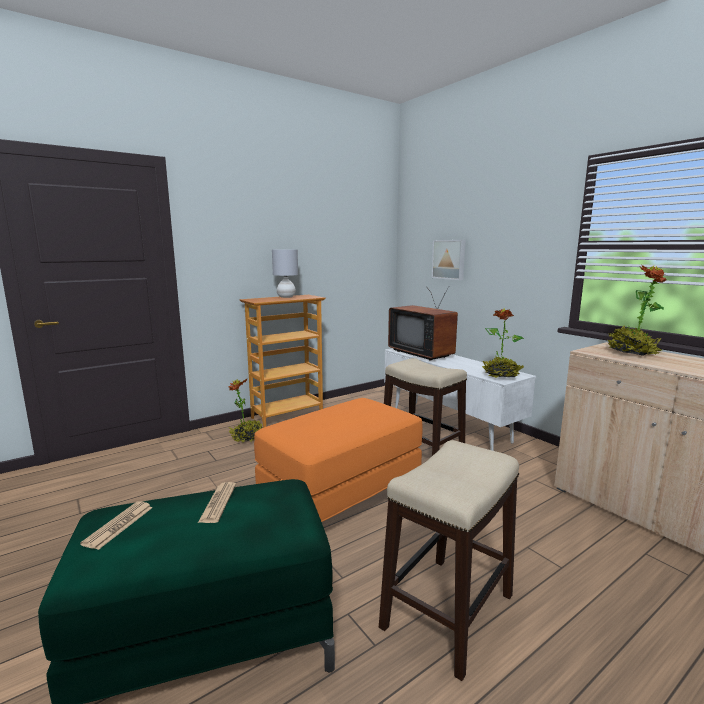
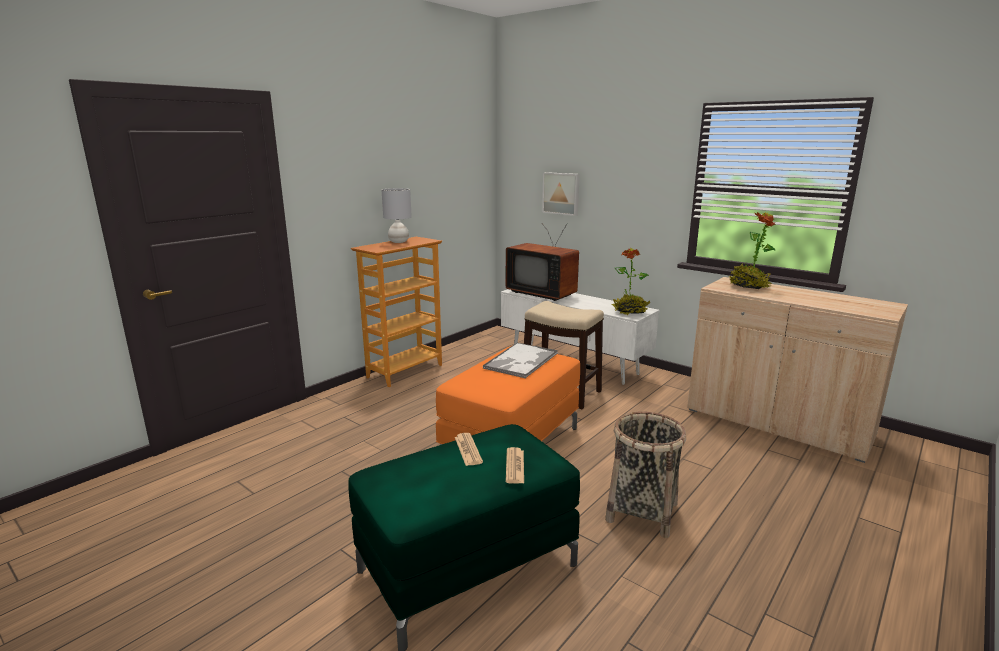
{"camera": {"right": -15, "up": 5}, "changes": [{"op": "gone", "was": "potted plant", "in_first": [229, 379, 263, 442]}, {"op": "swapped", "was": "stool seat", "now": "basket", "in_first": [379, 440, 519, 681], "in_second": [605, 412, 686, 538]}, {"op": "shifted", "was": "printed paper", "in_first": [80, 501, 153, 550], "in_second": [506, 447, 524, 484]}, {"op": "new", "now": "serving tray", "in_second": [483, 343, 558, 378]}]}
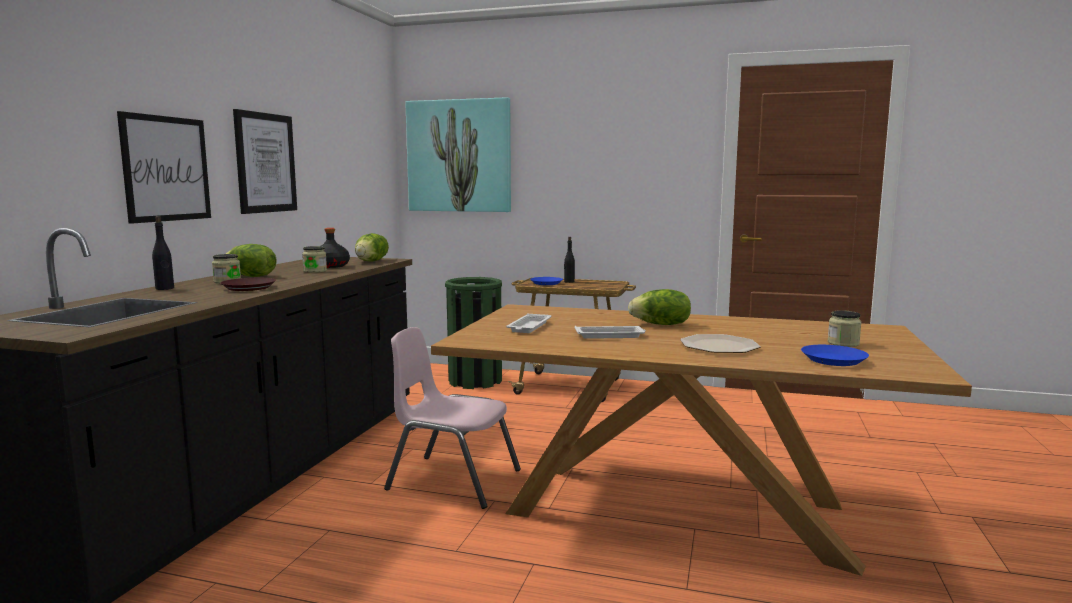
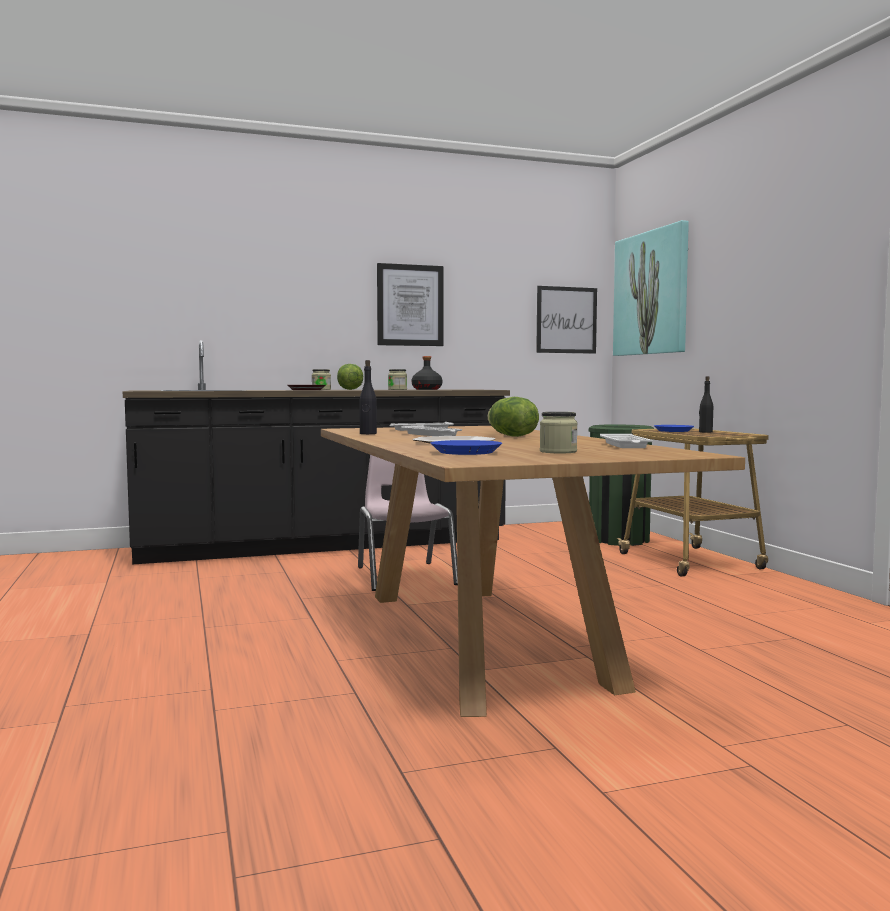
{"camera": {"right": 55, "up": -5}, "changes": [{"op": "shifted", "was": "wall art", "in_first": [117, 111, 211, 224], "in_second": [536, 286, 597, 354]}, {"op": "shifted", "was": "bottle (blackish)", "in_first": [152, 216, 174, 290], "in_second": [359, 360, 377, 434]}, {"op": "gone", "was": "lettuce", "in_first": [355, 233, 389, 261]}, {"op": "new", "now": "serving tray (white)", "in_second": [600, 434, 653, 448]}]}
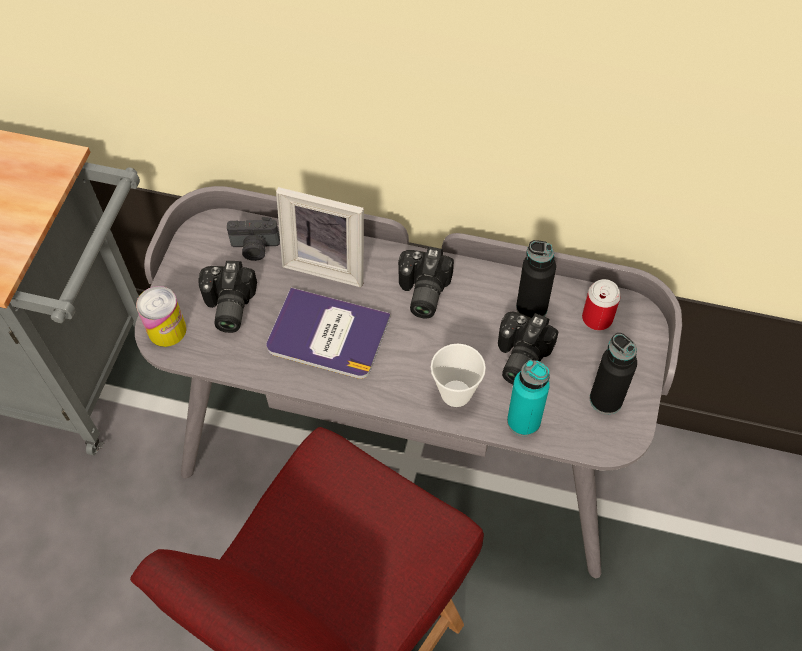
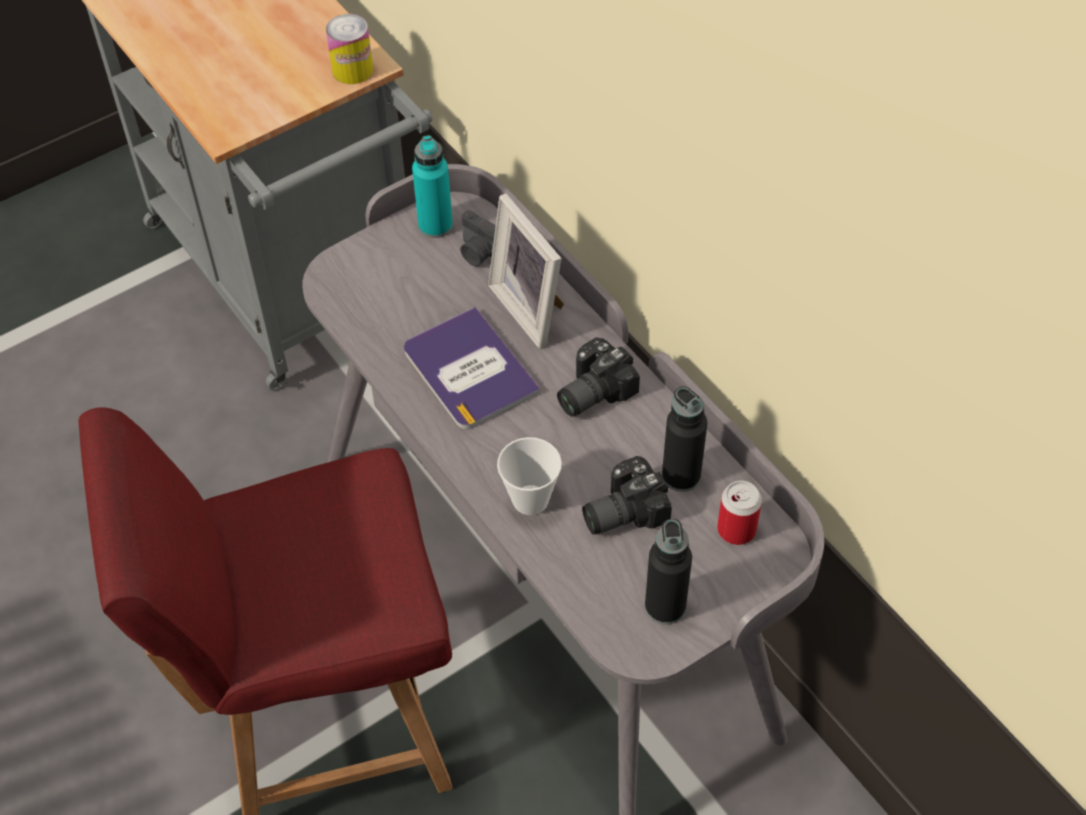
{"camera": {"right": 40, "up": -5}, "changes": [{"op": "gone", "was": "still camera", "in_first": [198, 261, 257, 333]}, {"op": "shifted", "was": "metal can", "in_first": [136, 286, 186, 347], "in_second": [326, 14, 373, 84]}, {"op": "shifted", "was": "bottle (blue-green)", "in_first": [507, 360, 550, 436], "in_second": [412, 136, 453, 238]}]}
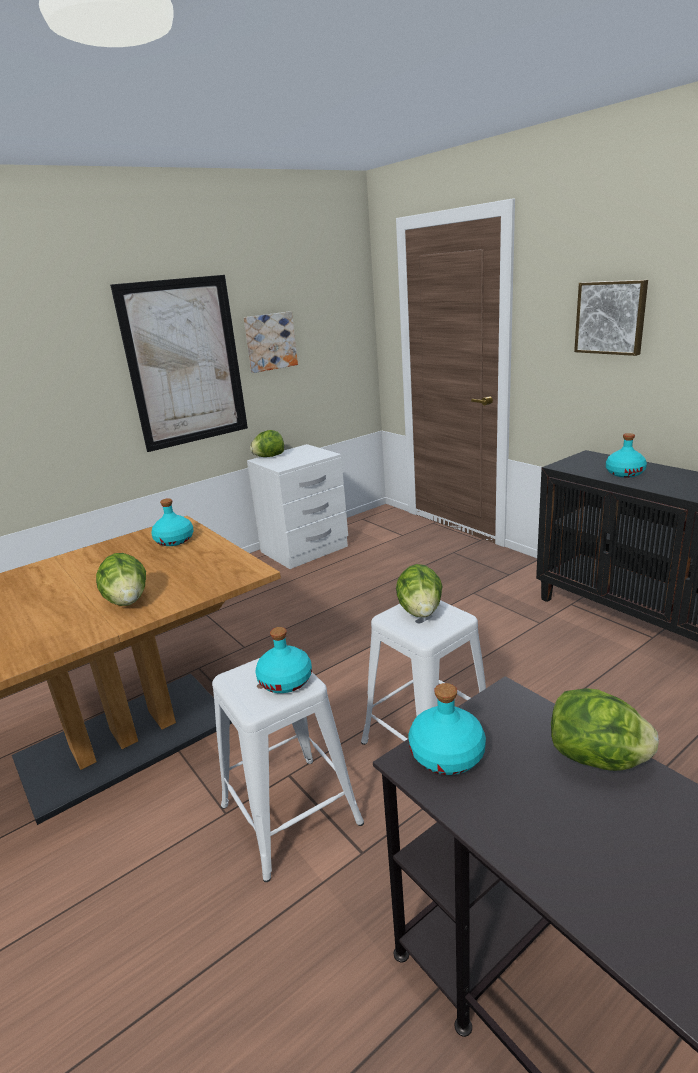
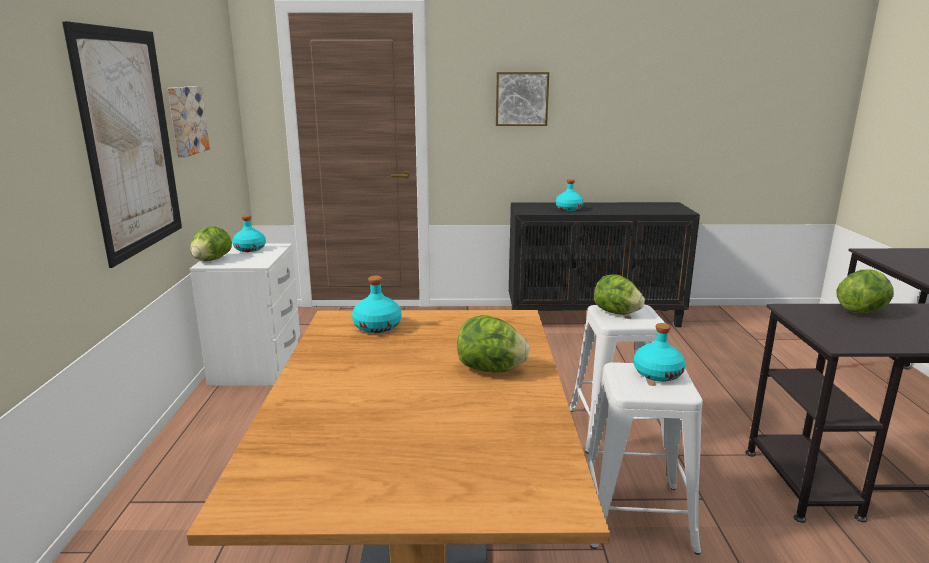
{"camera": {"right": -55, "up": -5}, "changes": [{"op": "shifted", "was": "bottle (blue-green)", "in_first": [409, 683, 486, 775], "in_second": [232, 215, 266, 252]}]}
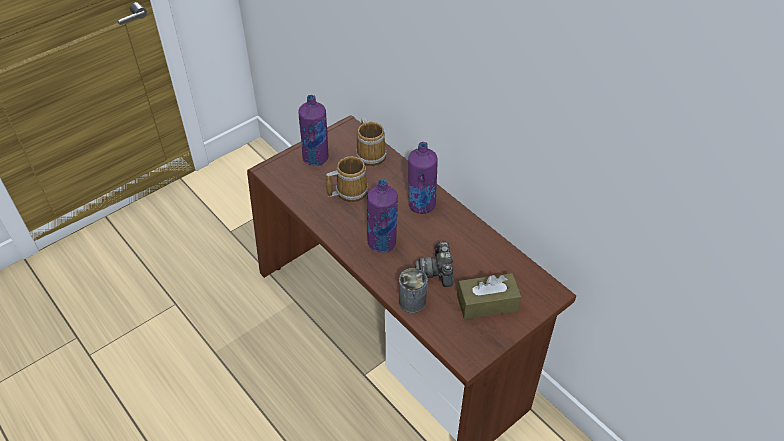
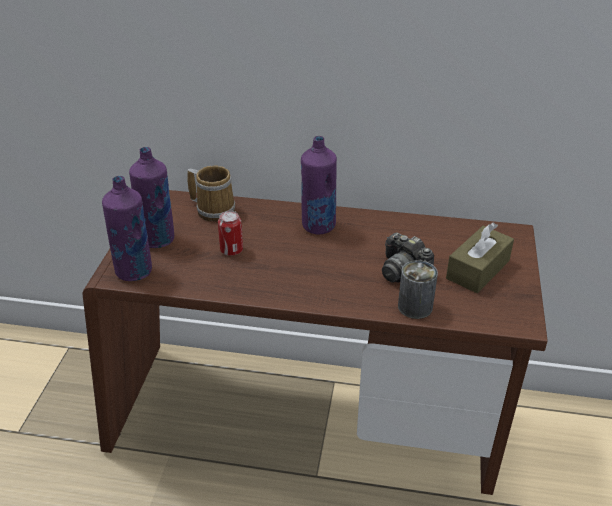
{"camera": {"right": -40, "up": -10}, "changes": [{"op": "swapped", "was": "mug", "now": "metal can", "in_first": [326, 156, 368, 202], "in_second": [218, 211, 243, 256]}, {"op": "shifted", "was": "bottle (purple)", "in_first": [367, 179, 398, 253], "in_second": [102, 176, 152, 281]}]}
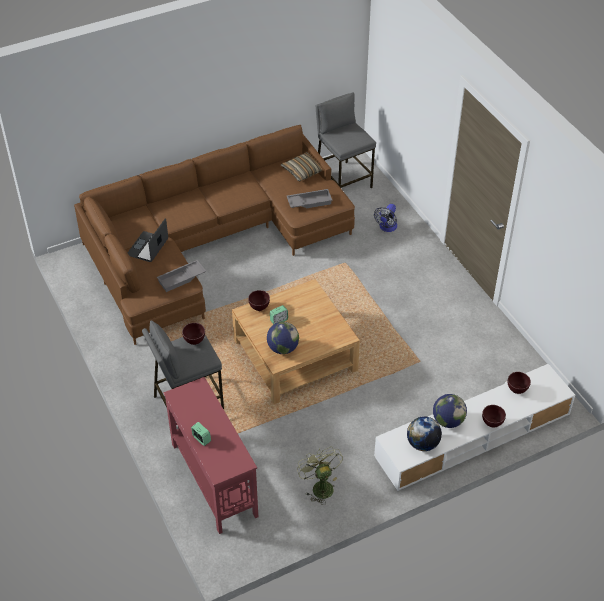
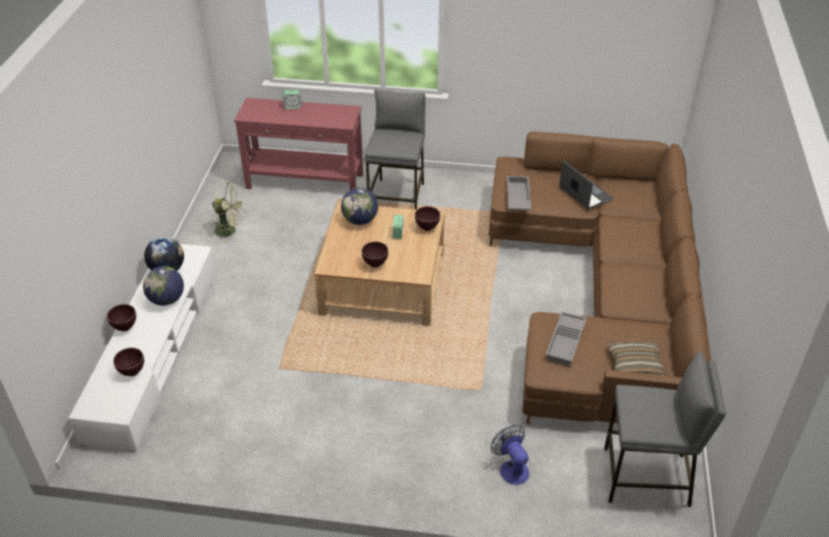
{"camera": {"right": 125, "up": -5}, "changes": [{"op": "shifted", "was": "serving bowl (brownish)", "in_first": [182, 323, 205, 345], "in_second": [362, 242, 388, 268]}]}
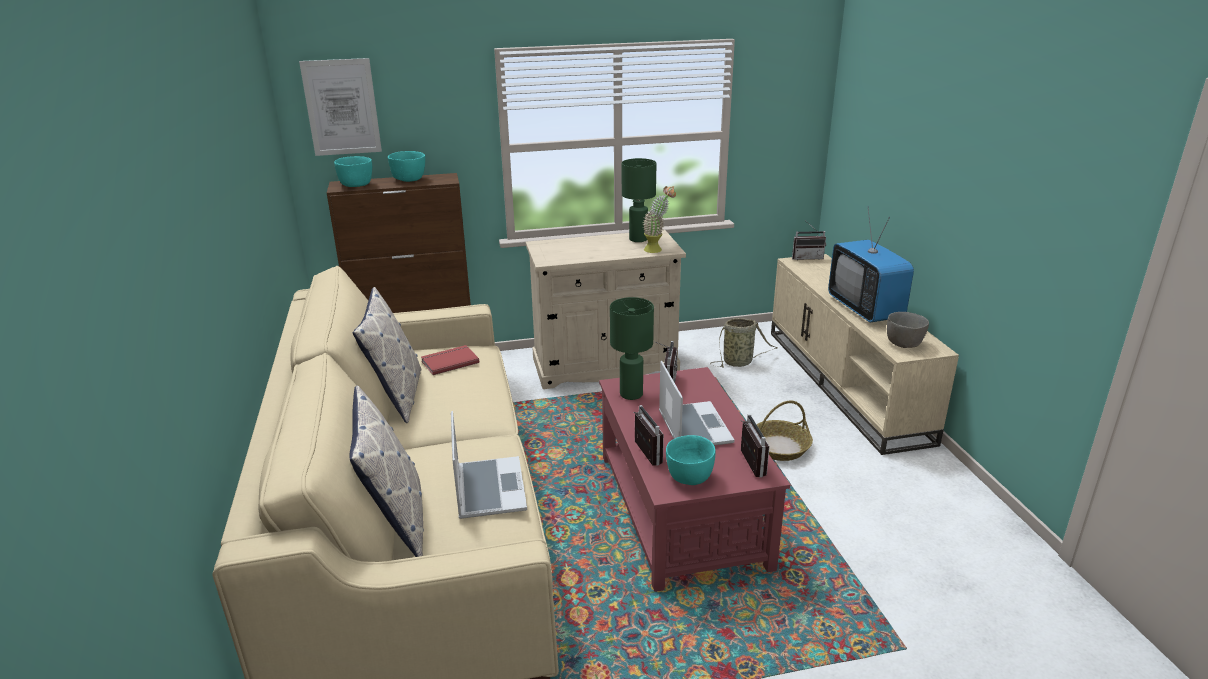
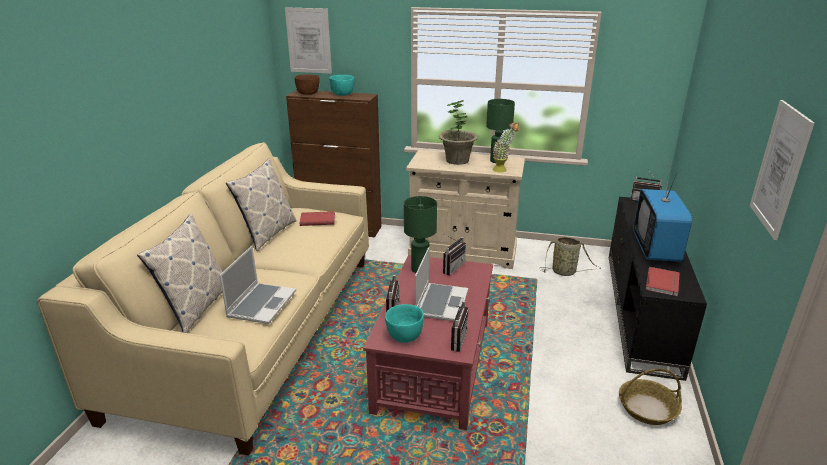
{"camera": {"right": 25, "up": 0}, "changes": [{"op": "repainted", "was": "serving bowl (blue-green)", "now": "serving bowl (brownish)", "in_first": [334, 156, 372, 187], "in_second": [294, 74, 319, 95]}, {"op": "repainted", "was": "tv stand (beige)", "now": "tv stand (blackish)", "in_first": [771, 254, 959, 455], "in_second": [609, 197, 707, 381]}, {"op": "swapped", "was": "serving bowl (grey)", "now": "volume (red-coloured)", "in_first": [887, 312, 929, 348], "in_second": [646, 267, 680, 296]}, {"op": "shifted", "was": "basket", "in_first": [757, 400, 813, 461], "in_second": [619, 369, 682, 425]}, {"op": "new", "now": "potted plant", "in_second": [439, 100, 478, 165]}, {"op": "new", "now": "wall art", "in_second": [750, 100, 814, 240]}]}
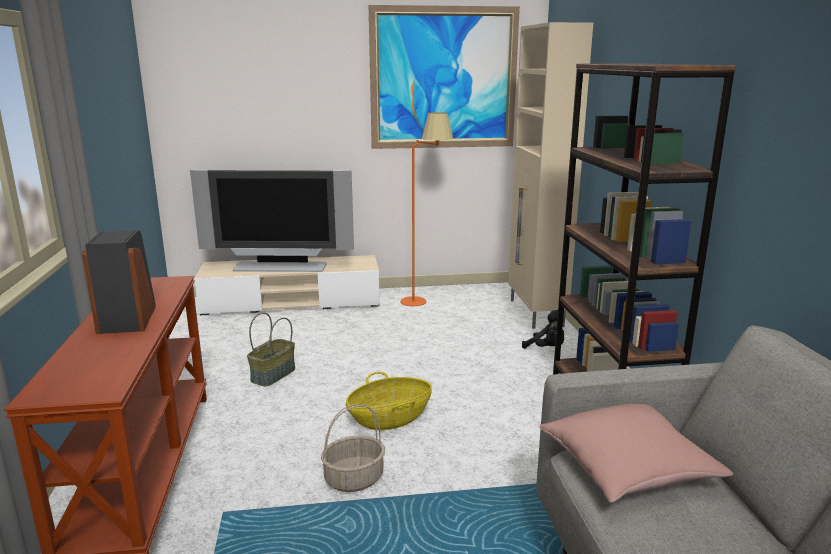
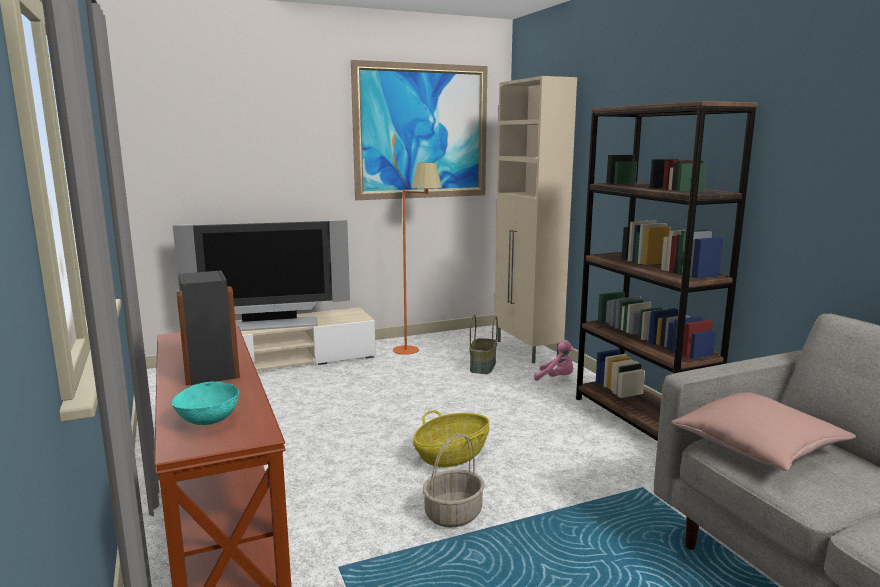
{"camera": {"right": -15, "up": -5}, "changes": [{"op": "repainted", "was": "cuddly toy (blackish)", "now": "cuddly toy (pink)", "in_first": [522, 310, 564, 349], "in_second": [534, 340, 574, 381]}, {"op": "shifted", "was": "basket", "in_first": [247, 312, 295, 386], "in_second": [470, 315, 498, 374]}, {"op": "new", "now": "serving bowl (blue-green)", "in_second": [171, 381, 239, 425]}]}
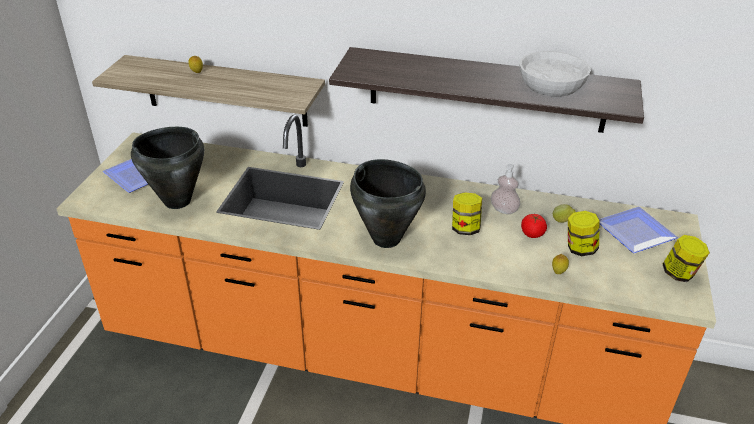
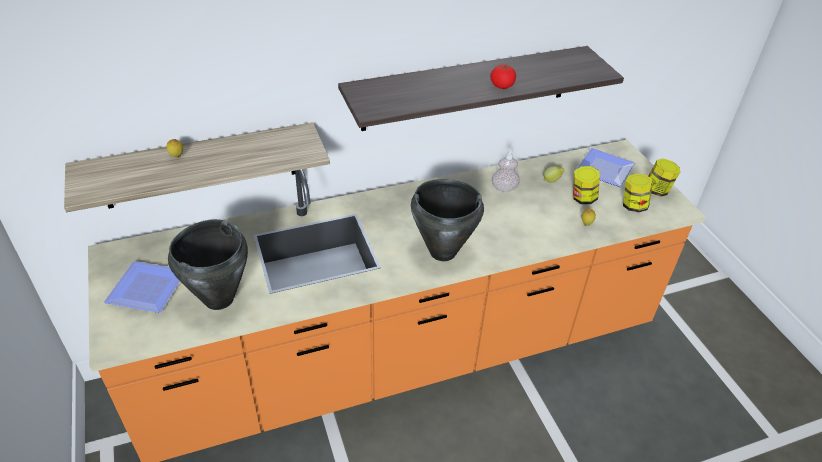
{"camera": {"right": -35, "up": 5}, "changes": [{"op": "gone", "was": "serving bowl (white)", "in_first": [519, 51, 591, 97]}, {"op": "shifted", "was": "storage jar", "in_first": [452, 192, 482, 235], "in_second": [623, 173, 653, 212]}, {"op": "shifted", "was": "tomato", "in_first": [521, 214, 547, 238], "in_second": [490, 65, 516, 89]}]}
